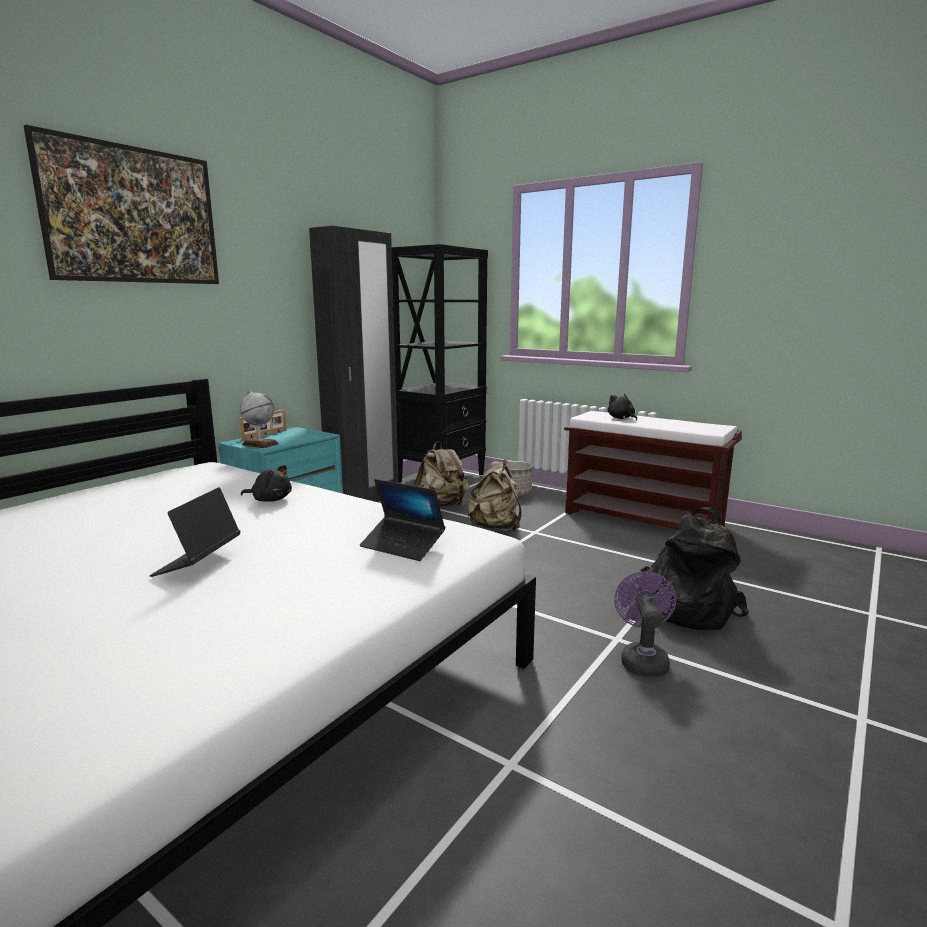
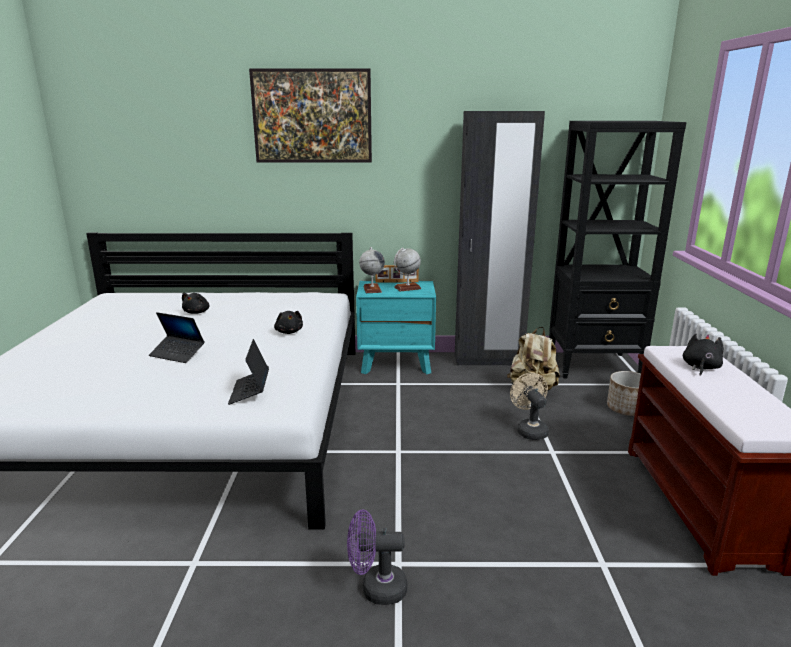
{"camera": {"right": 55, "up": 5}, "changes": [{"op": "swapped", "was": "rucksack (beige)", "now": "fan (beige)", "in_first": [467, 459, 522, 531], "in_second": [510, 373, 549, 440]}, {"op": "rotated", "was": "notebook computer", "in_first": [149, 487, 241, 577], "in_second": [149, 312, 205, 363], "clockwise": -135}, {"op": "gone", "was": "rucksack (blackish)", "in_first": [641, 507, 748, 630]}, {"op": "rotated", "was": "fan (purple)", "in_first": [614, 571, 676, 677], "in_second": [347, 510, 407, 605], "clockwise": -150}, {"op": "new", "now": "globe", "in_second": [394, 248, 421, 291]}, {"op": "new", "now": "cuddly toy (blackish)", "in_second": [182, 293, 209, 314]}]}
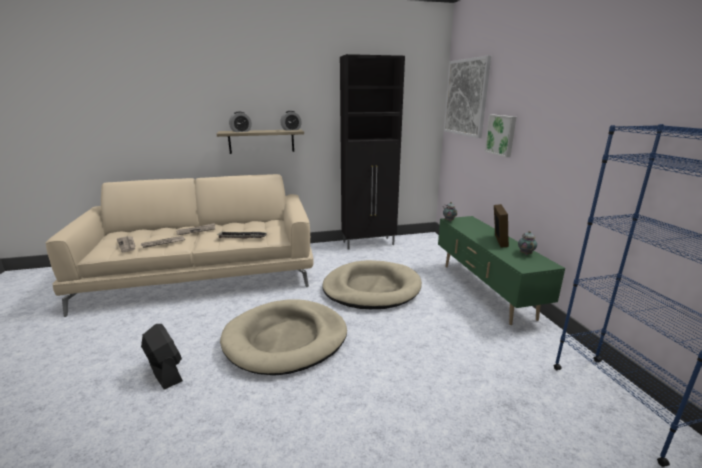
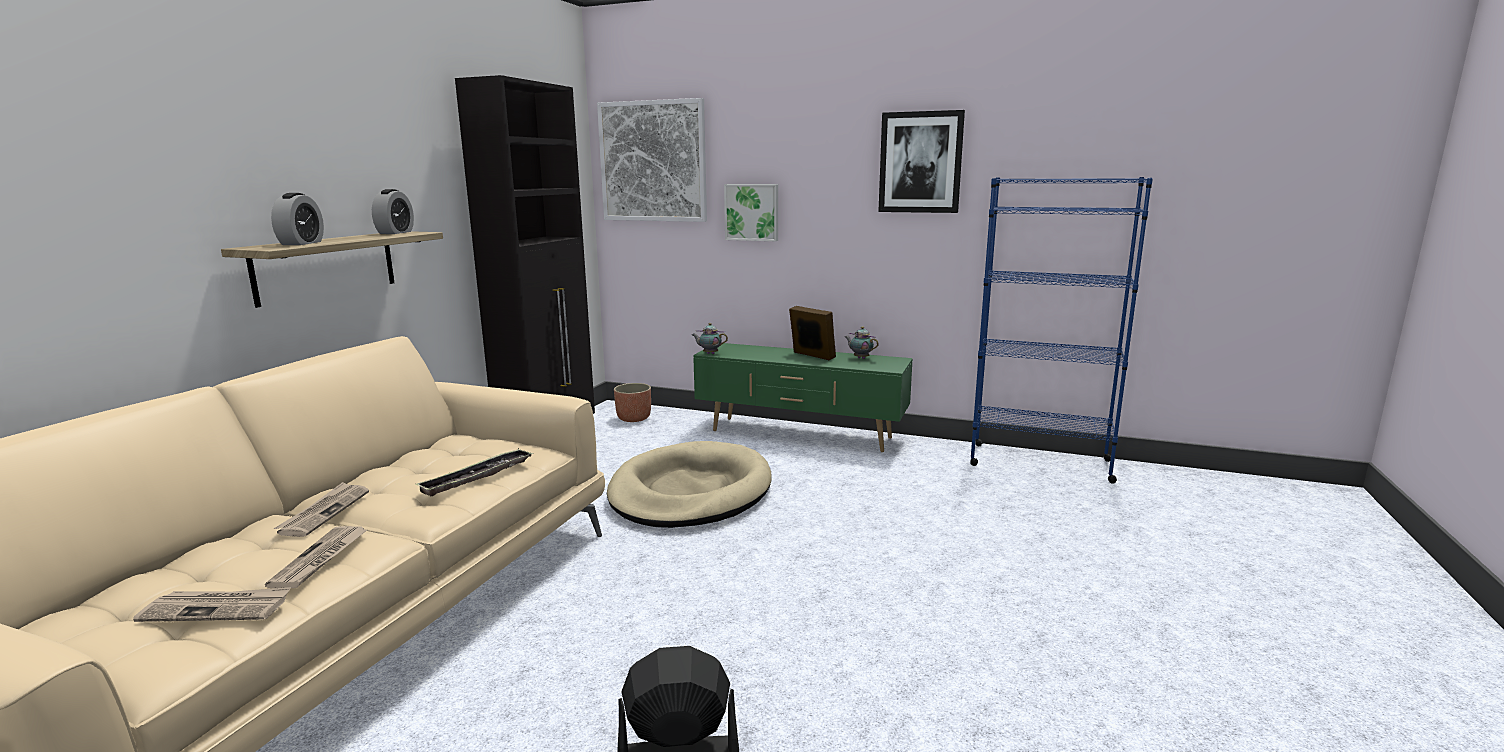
{"camera": {"right": -55, "up": -5}, "changes": [{"op": "gone", "was": "dog cushion (beige)", "in_first": [220, 299, 347, 376]}, {"op": "new", "now": "wall art", "in_second": [878, 110, 965, 213]}, {"op": "new", "now": "plant pot", "in_second": [614, 383, 651, 422]}]}
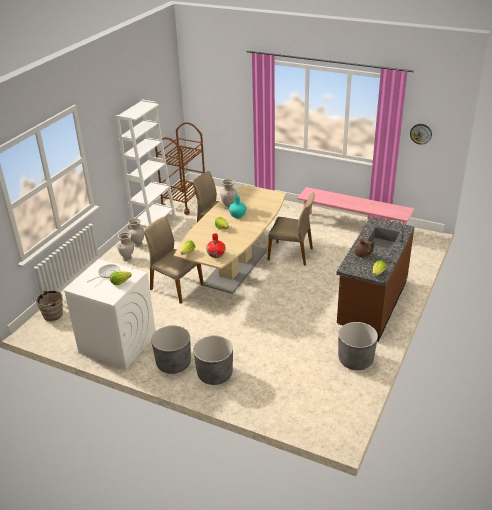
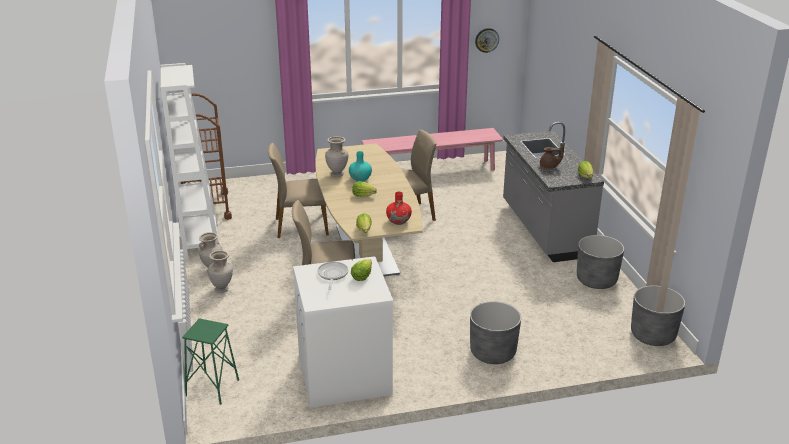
{"camera": {"right": -40, "up": -5}, "changes": [{"op": "repainted", "was": "kitchen base unit (brownish)", "now": "kitchen base unit (grey)", "in_first": [336, 217, 415, 342], "in_second": [503, 122, 604, 262]}, {"op": "swapped", "was": "bucket (brownish)", "now": "stool seat (greenish)", "in_first": [32, 291, 63, 321], "in_second": [182, 318, 239, 405]}, {"op": "shifted", "was": "plant pot (grey)", "in_first": [151, 326, 191, 374], "in_second": [631, 285, 685, 346]}]}
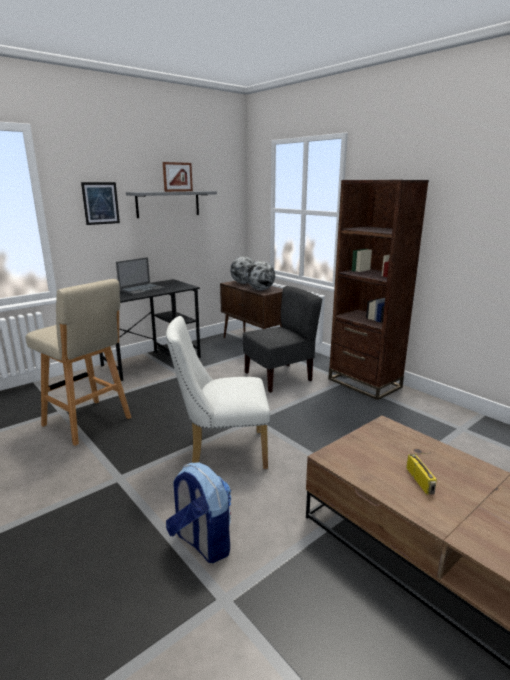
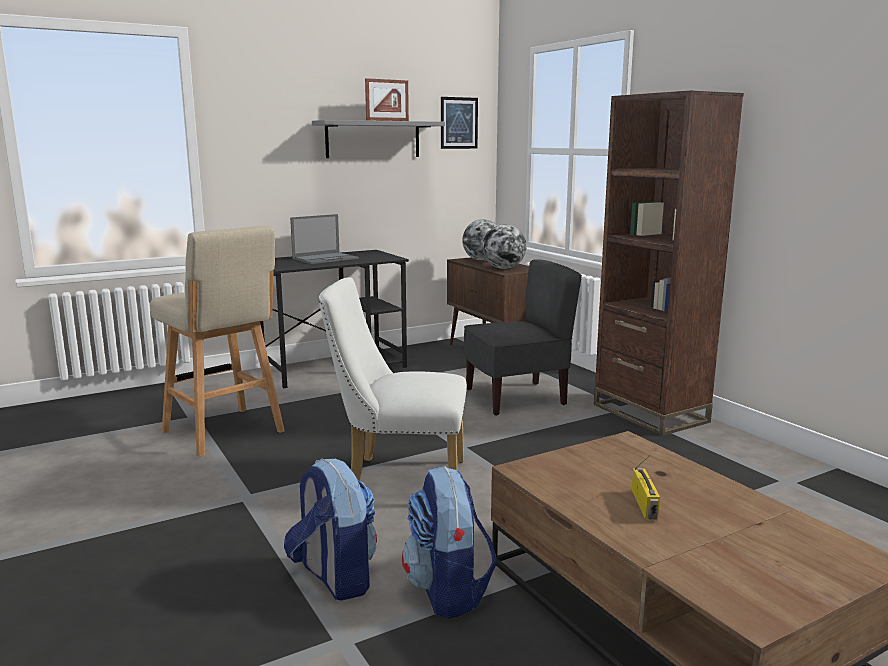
{"camera": {"right": 10, "up": -5}, "changes": [{"op": "shifted", "was": "wall art", "in_first": [81, 182, 120, 225], "in_second": [441, 97, 478, 149]}, {"op": "new", "now": "rucksack", "in_second": [402, 466, 497, 619]}]}
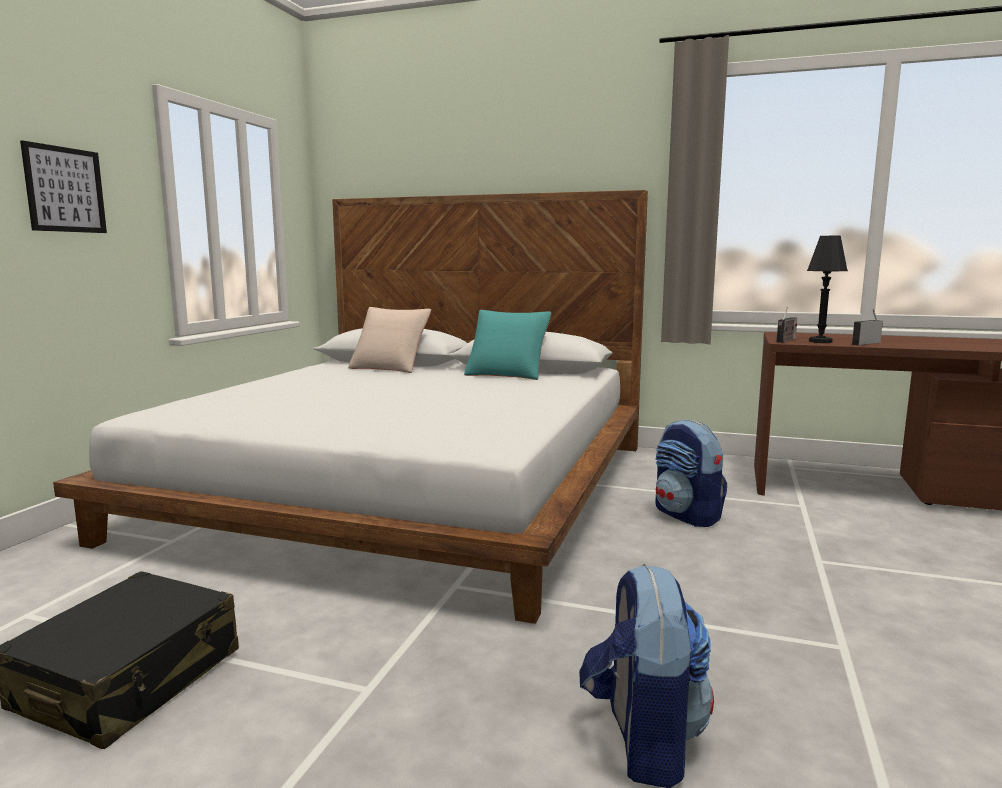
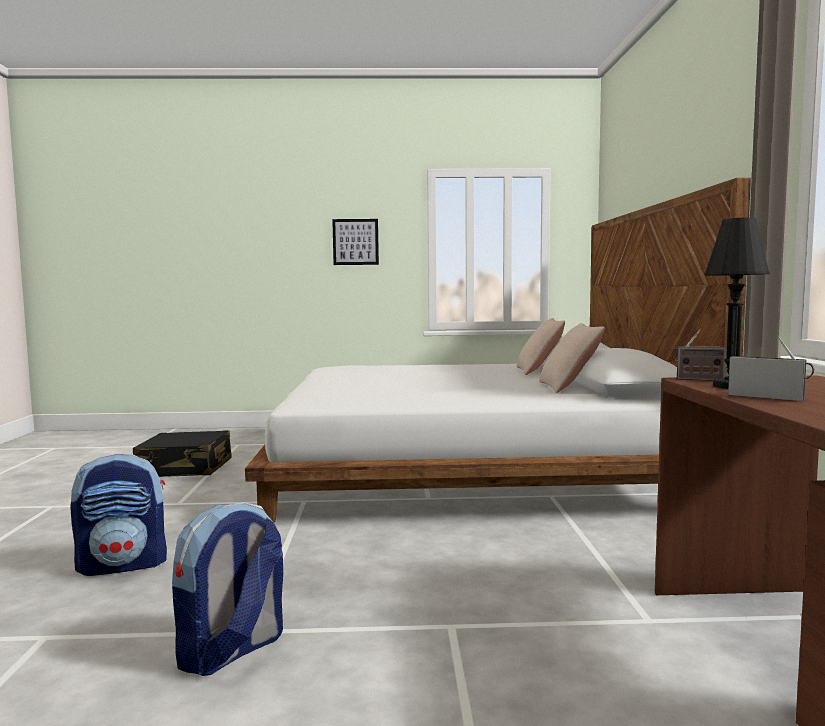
{"camera": {"right": 70, "up": -5}, "changes": [{"op": "repainted", "was": "pillow (blue-green)", "now": "pillow (beige)", "in_first": [464, 310, 551, 380], "in_second": [539, 323, 605, 393]}, {"op": "shifted", "was": "rucksack", "in_first": [655, 420, 727, 527], "in_second": [172, 502, 283, 676]}]}
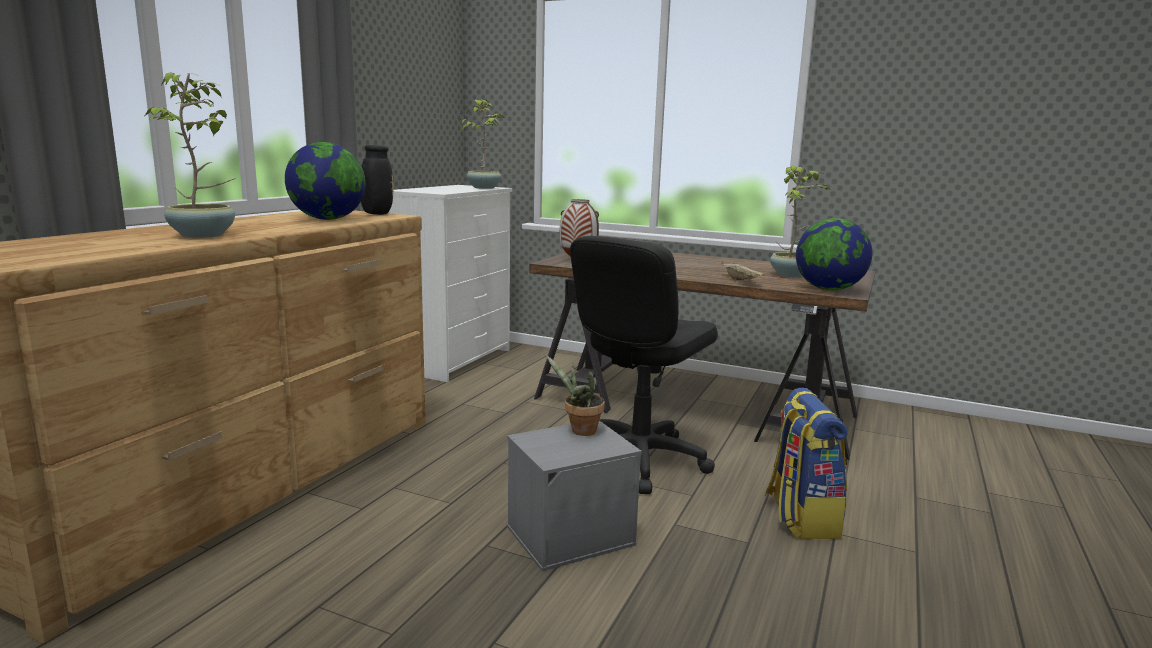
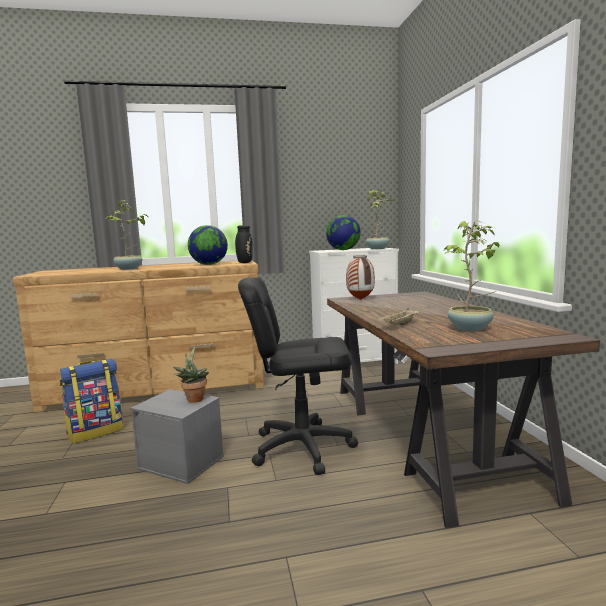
{"camera": {"right": 55, "up": -5}, "changes": [{"op": "shifted", "was": "globe", "in_first": [796, 218, 872, 291], "in_second": [326, 215, 361, 250]}, {"op": "shifted", "was": "rucksack", "in_first": [765, 388, 847, 539], "in_second": [60, 359, 124, 443]}]}
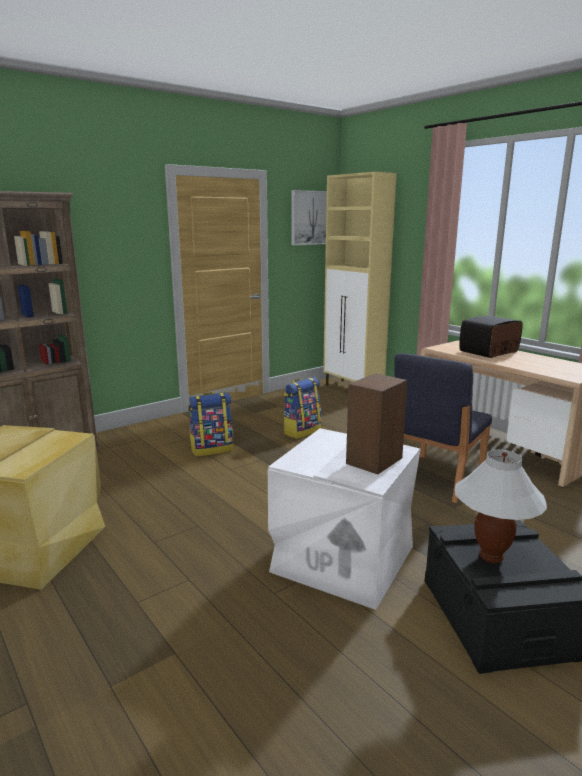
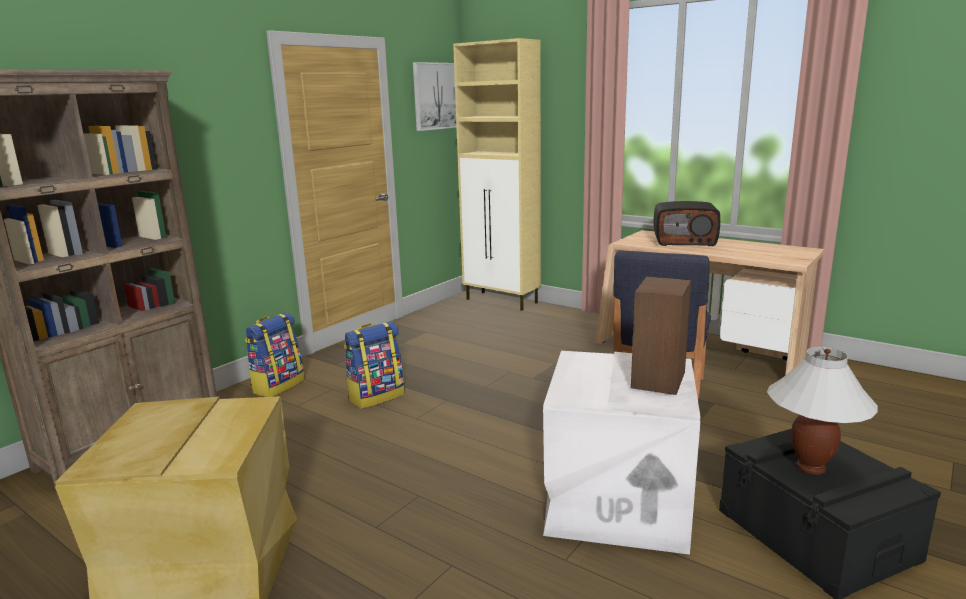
{"camera": {"right": -15, "up": 0}, "changes": [{"op": "rotated", "was": "radio receiver", "in_first": [459, 316, 522, 358], "in_second": [654, 201, 720, 246], "clockwise": -120}, {"op": "shifted", "was": "rucksack", "in_first": [283, 377, 322, 439], "in_second": [245, 312, 305, 397]}]}
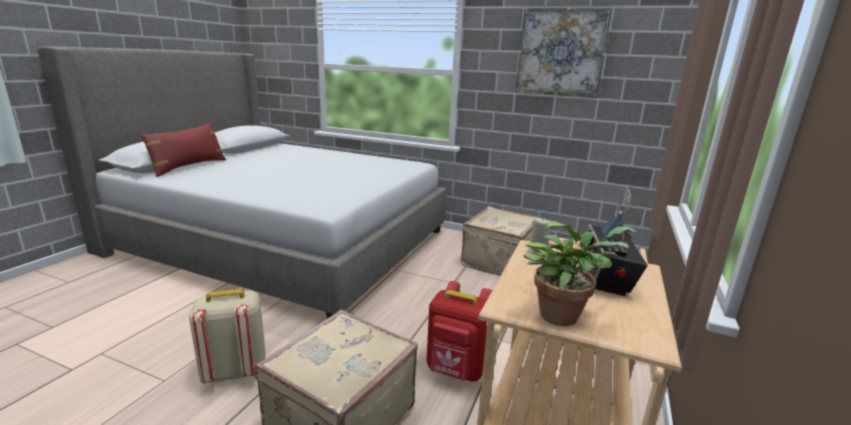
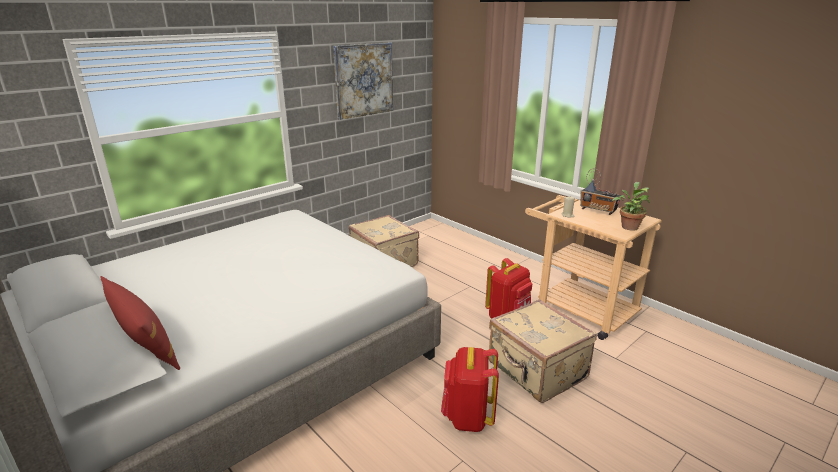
{"camera": {"right": -65, "up": 5}, "changes": [{"op": "repainted", "was": "rucksack (beige)", "now": "rucksack (red-coloured)", "in_first": [189, 289, 266, 383], "in_second": [441, 347, 499, 432]}]}
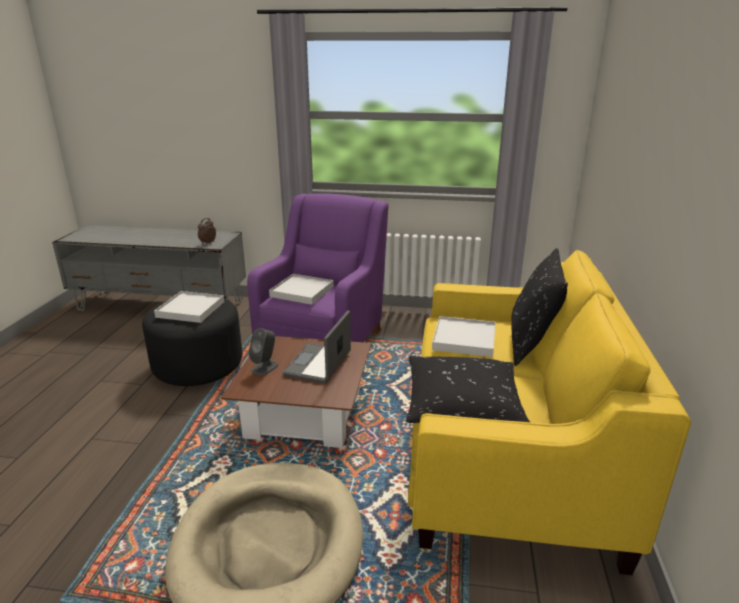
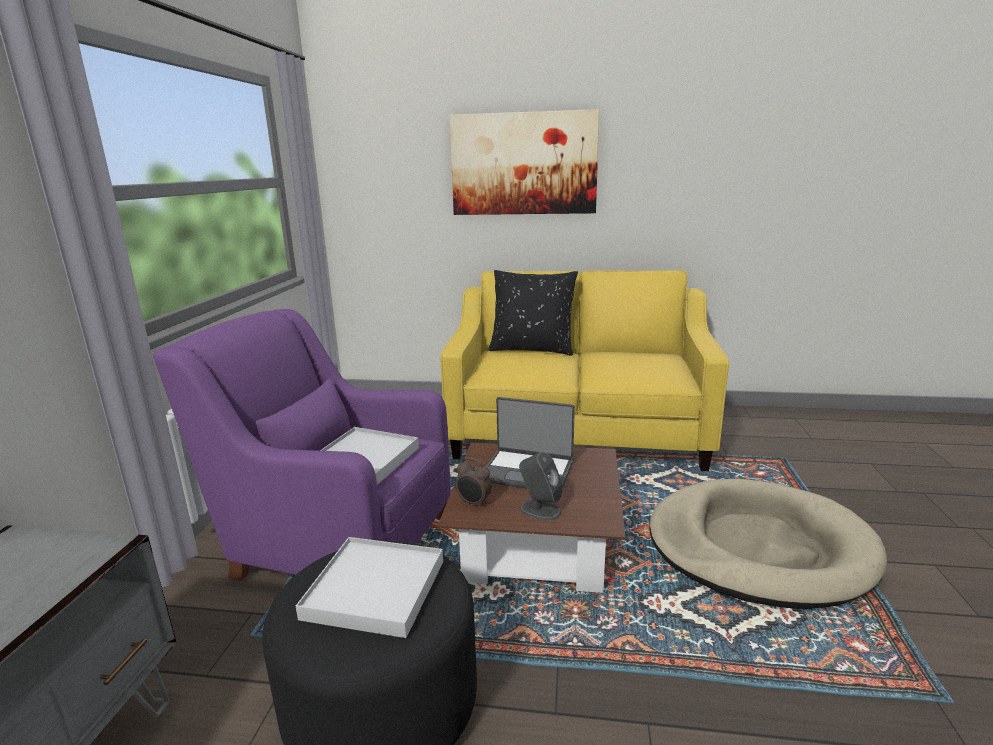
{"camera": {"right": -90, "up": -5}, "changes": [{"op": "shifted", "was": "bedside clock", "in_first": [198, 218, 216, 245], "in_second": [455, 458, 492, 508]}, {"op": "gone", "was": "serving tray (white)", "in_first": [432, 316, 496, 357]}, {"op": "gone", "was": "pillow (blackish)", "in_first": [406, 356, 530, 423]}, {"op": "new", "now": "wall art", "in_second": [449, 109, 599, 215]}]}
